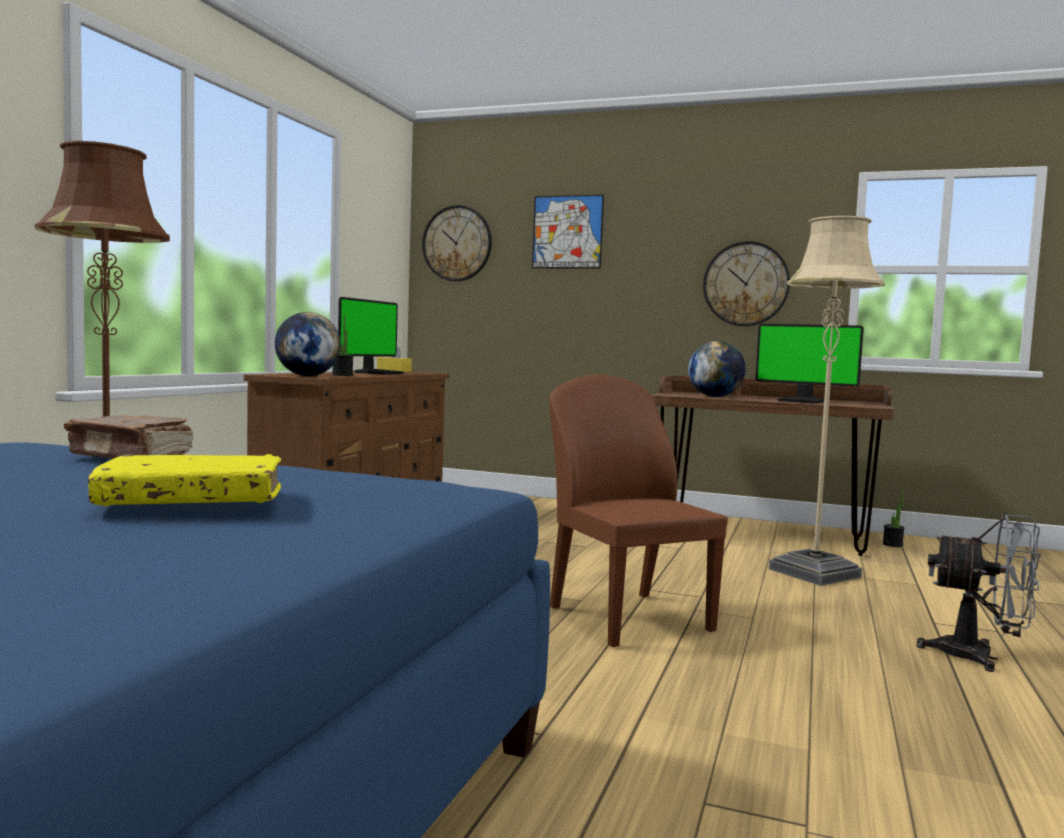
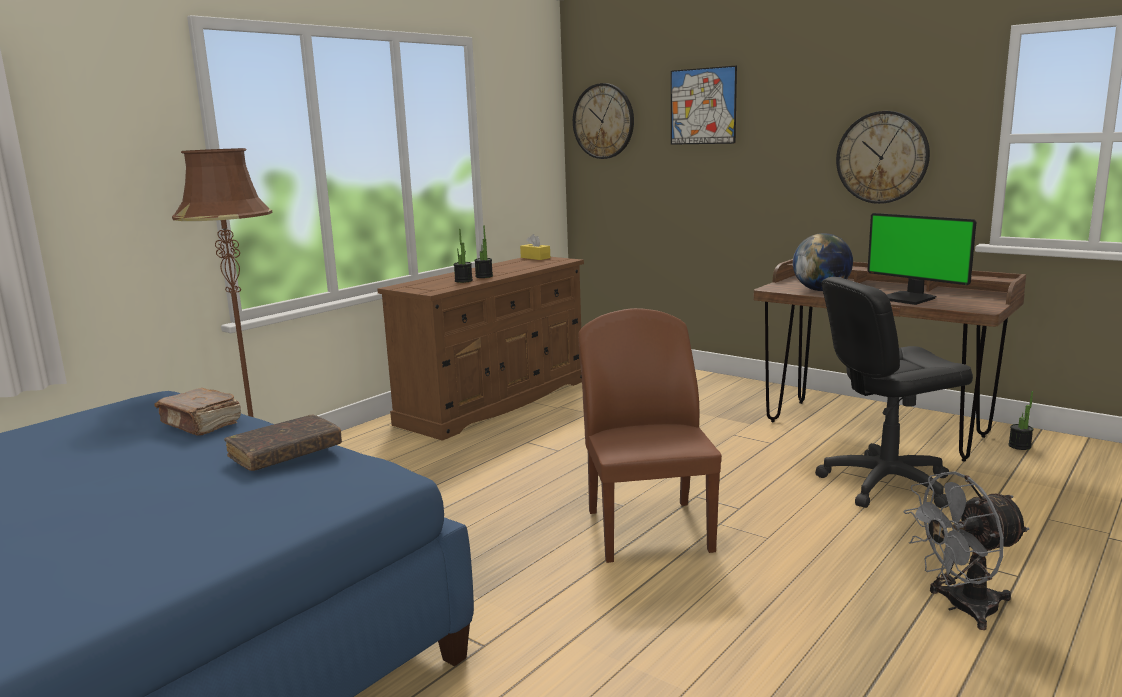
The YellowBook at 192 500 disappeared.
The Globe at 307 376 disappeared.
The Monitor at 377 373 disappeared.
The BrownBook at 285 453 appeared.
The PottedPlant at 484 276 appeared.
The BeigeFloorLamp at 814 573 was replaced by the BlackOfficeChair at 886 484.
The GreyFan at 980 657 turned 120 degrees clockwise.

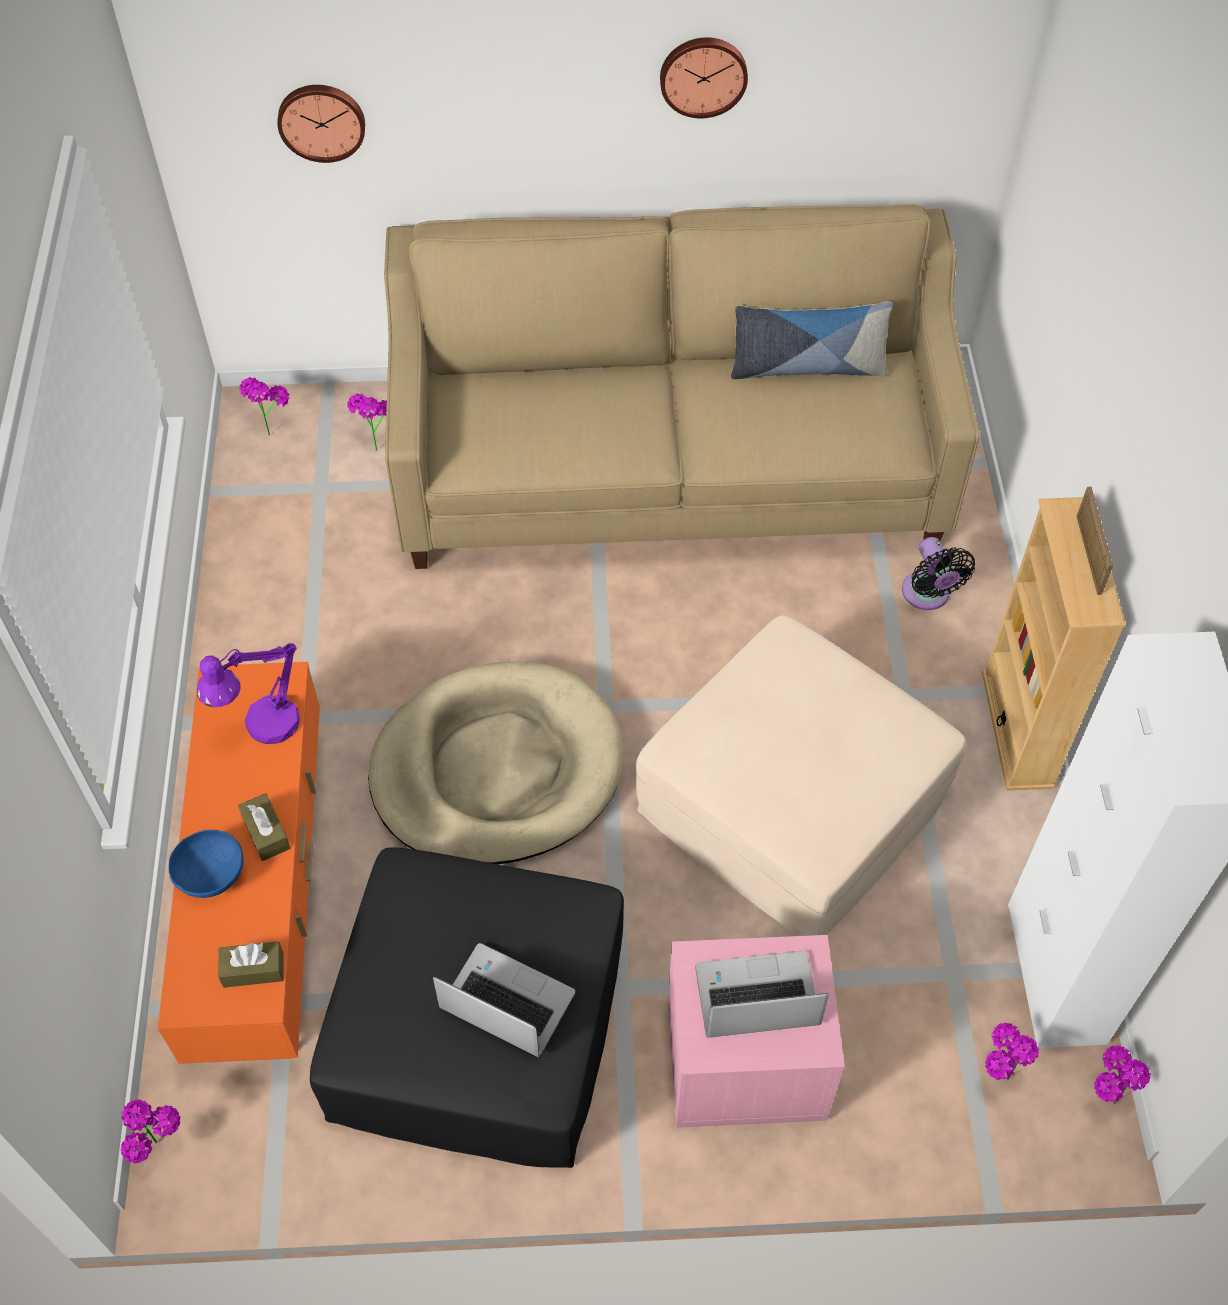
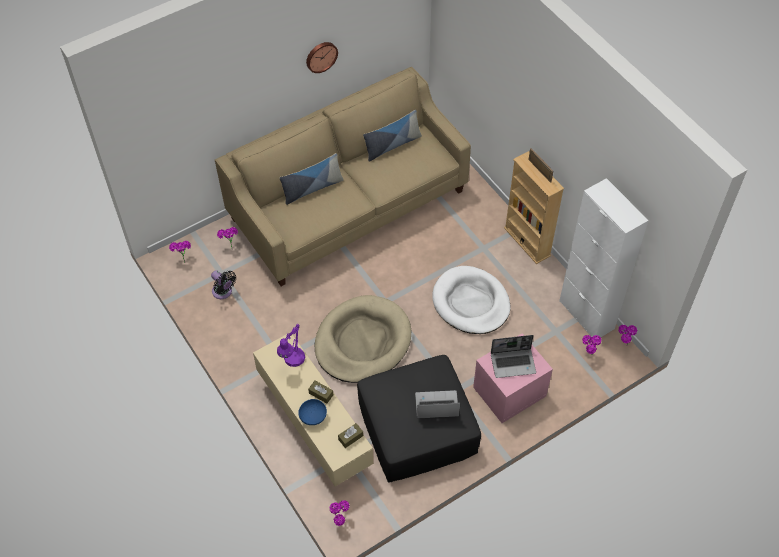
The WallClock at 321 120 disappeared.
The Pillow at 312 188 appeared.
The BlackFan moved from 927 595 to 223 292.
The BeigeOttoman at 794 803 was replaced by the WhiteDogBed at 471 302.
The OrangeTvStand at 267 902 became the BeigeTvStand at 315 426.
The Laptop at 755 998 turned 150 degrees counterclockwise.

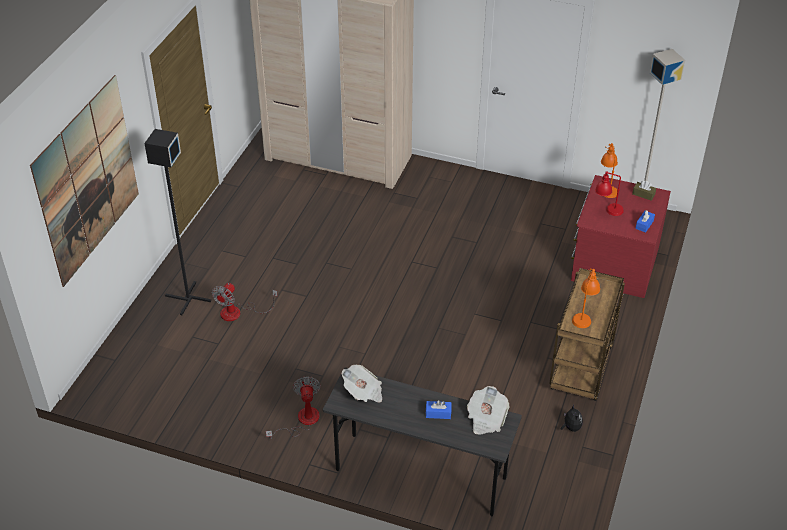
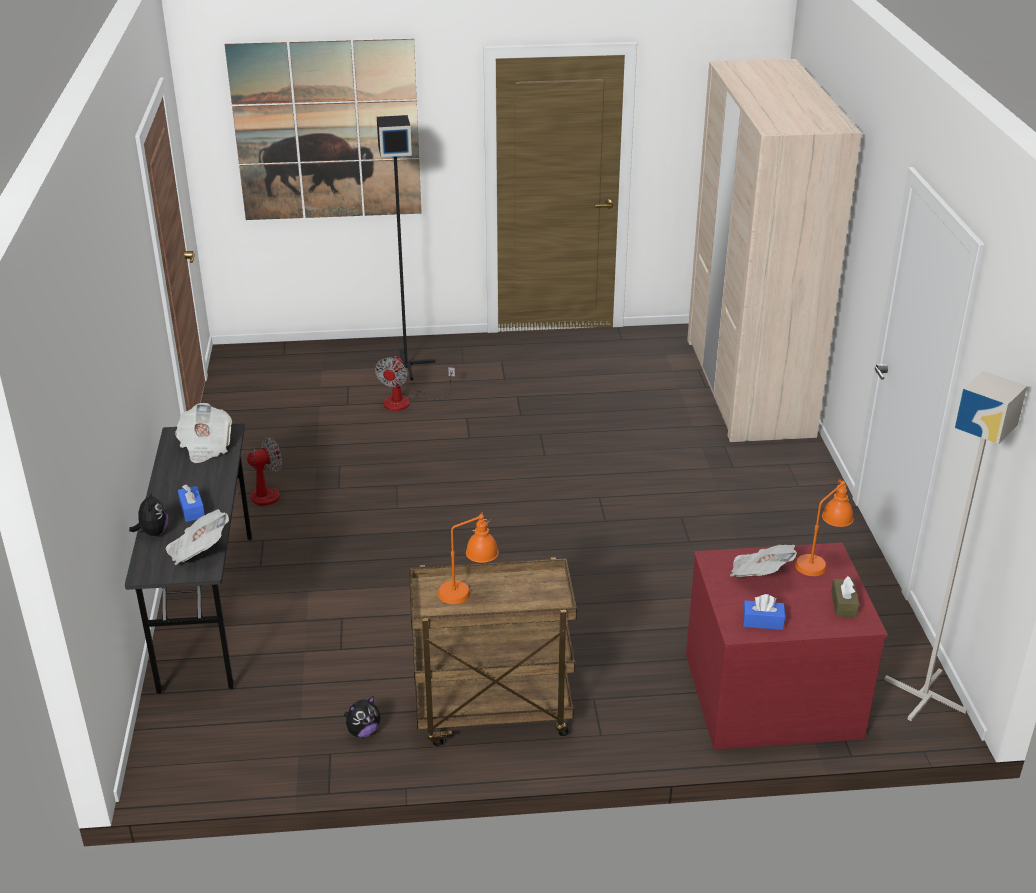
The PlushToy at 153 532 appeared.
The RedTableLamp at 607 211 was replaced by the Newspaper at 759 574.
The Fan at 238 312 turned 75 degrees counterclockwise.

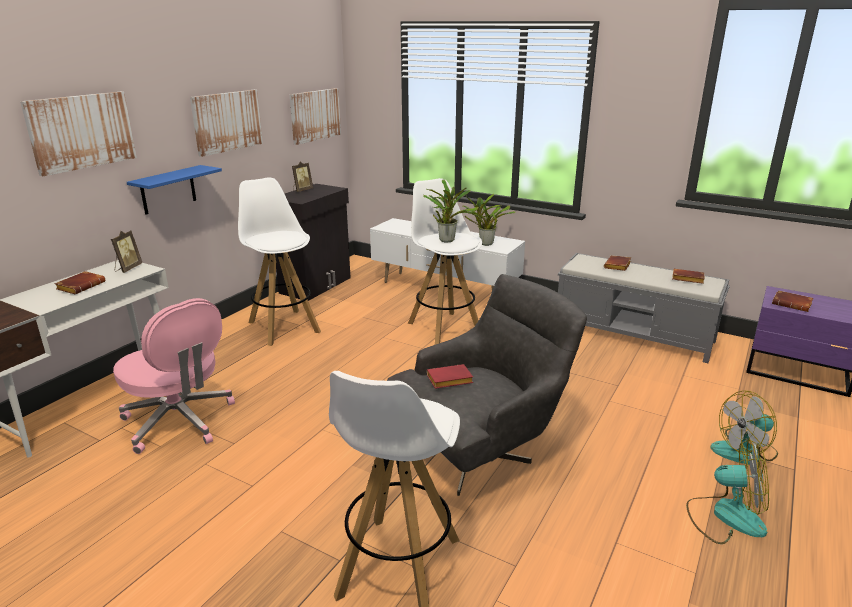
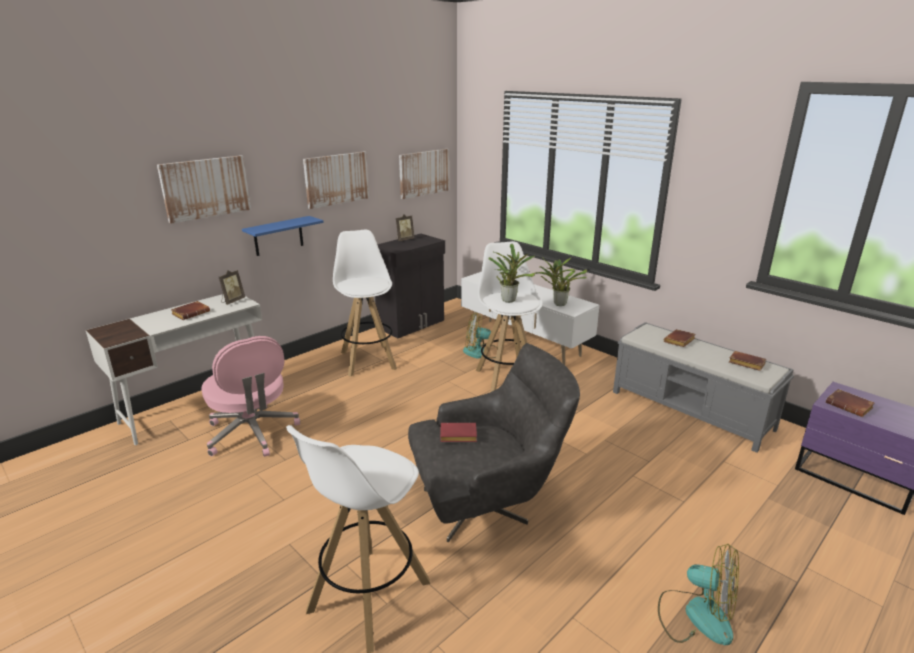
The Fan moved from 744 451 to 481 353.

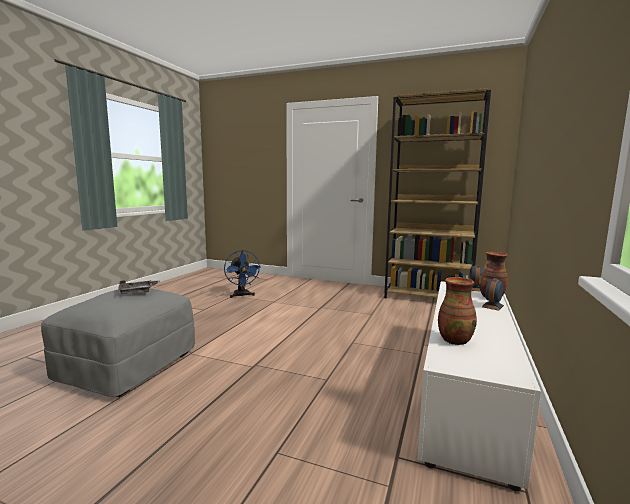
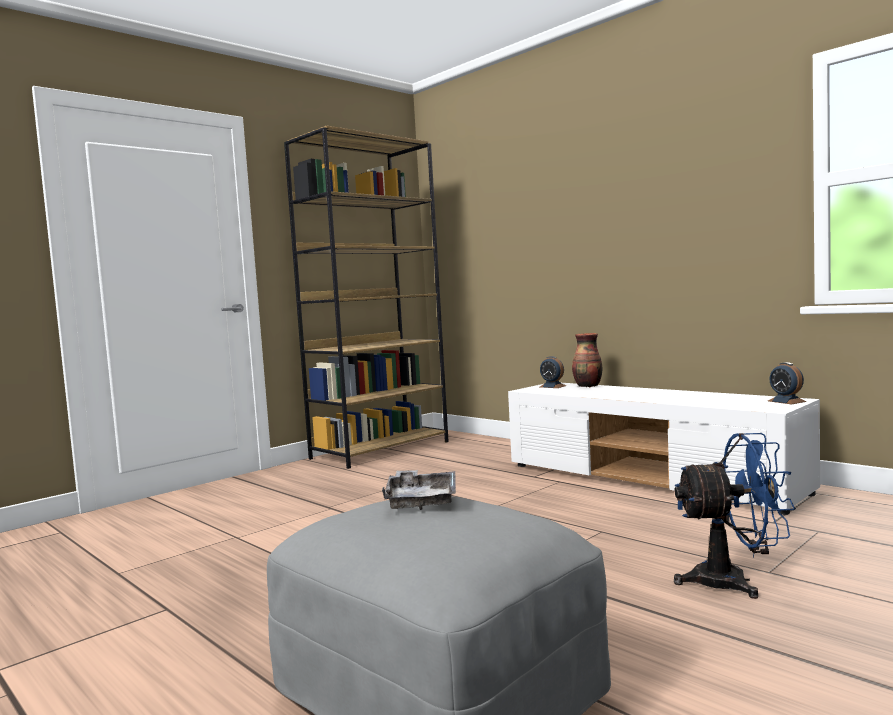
The Vase at 454 340 disappeared.
The BlueFan moved from 242 296 to 734 581.
The AlarmClock moved from 492 306 to 786 401.

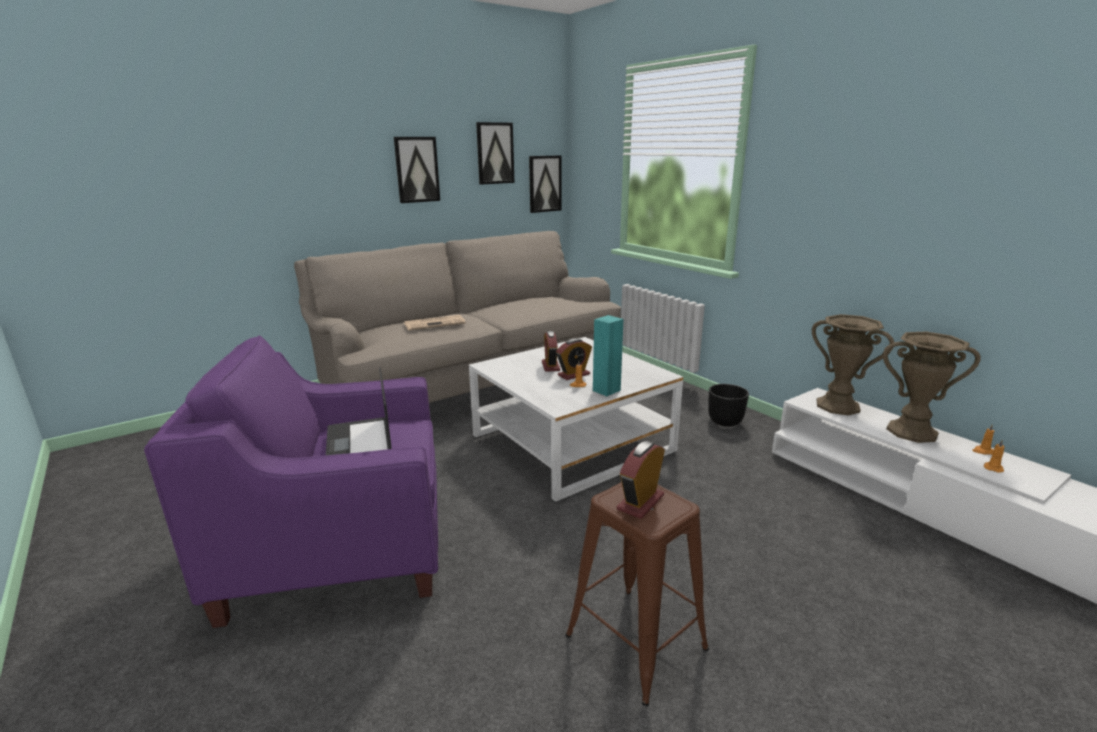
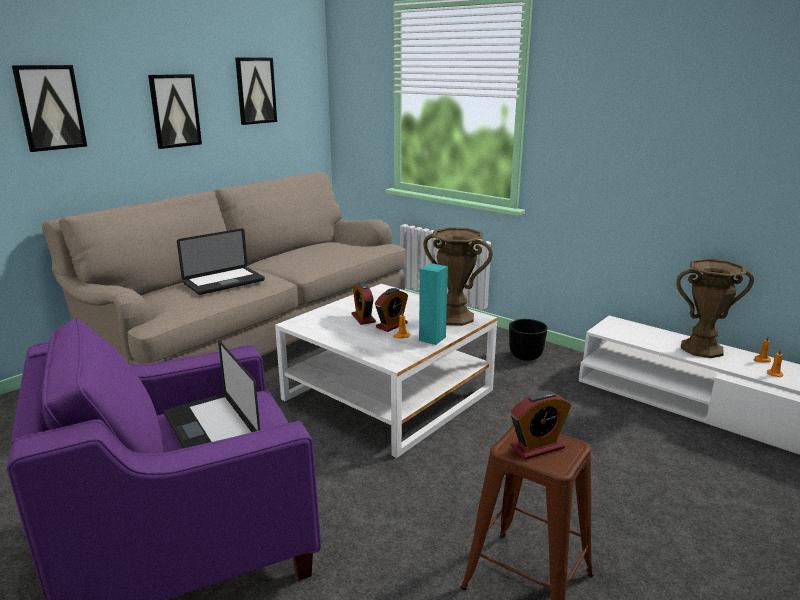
The Picture moved from 544 184 to 50 107.
The BrownVase moved from 837 406 to 454 317.
The Newspaper at 435 323 was replaced by the Laptop at 224 282.
The AlarmClock at 640 502 turned 135 degrees counterclockwise.

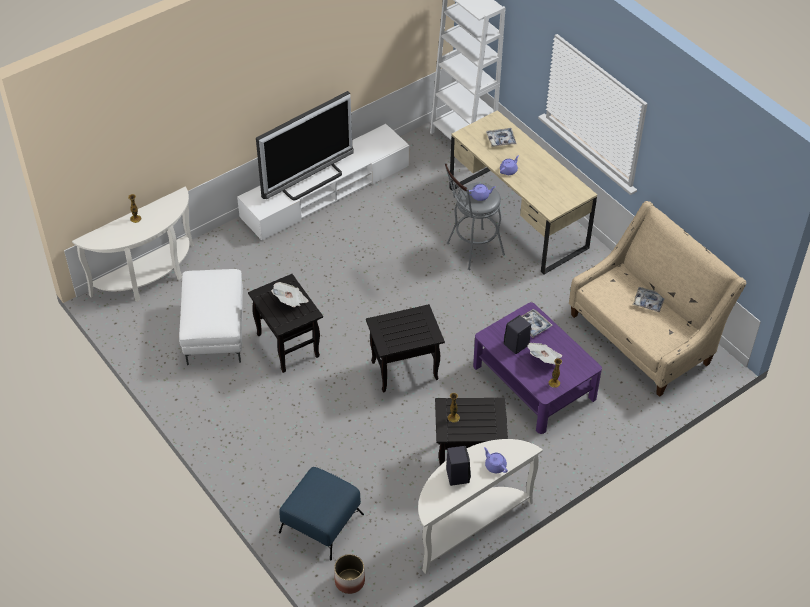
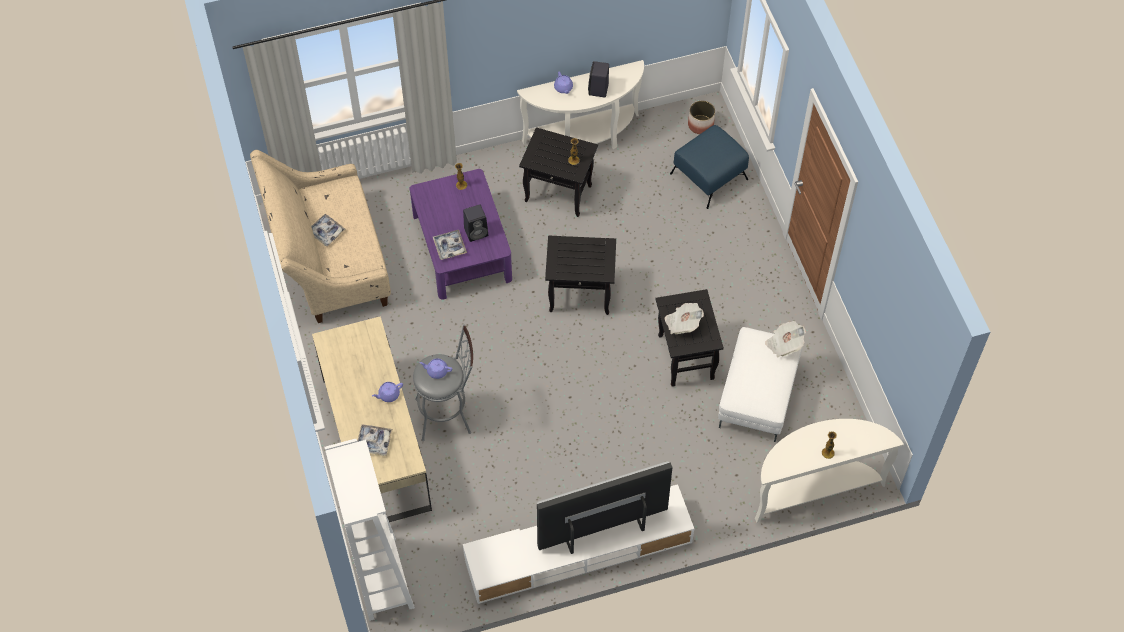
The Newspaper moved from 544 359 to 784 344.

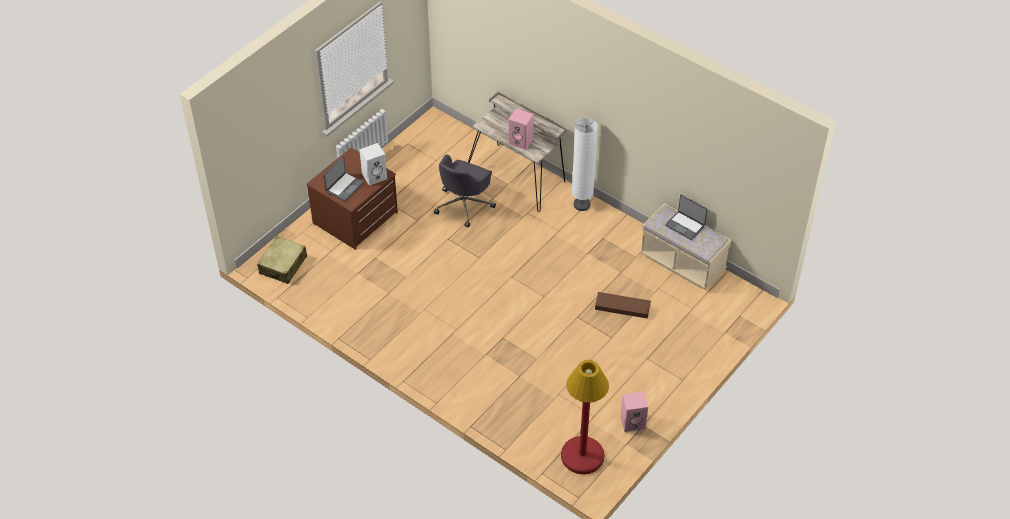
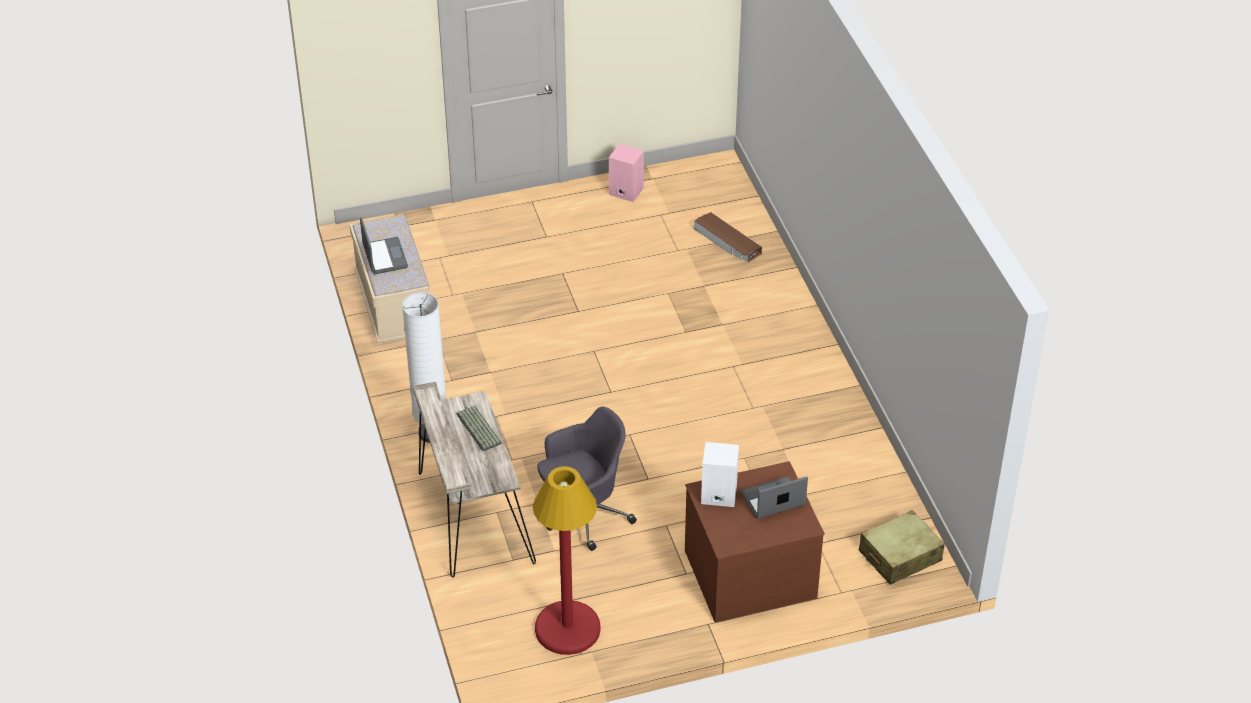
The RedFloorLamp moved from 582 455 to 567 628.
The BrownStorageBox moved from 622 307 to 727 241.
The PinkSpeaker at 521 141 was replaced by the Keyboard at 477 429.

